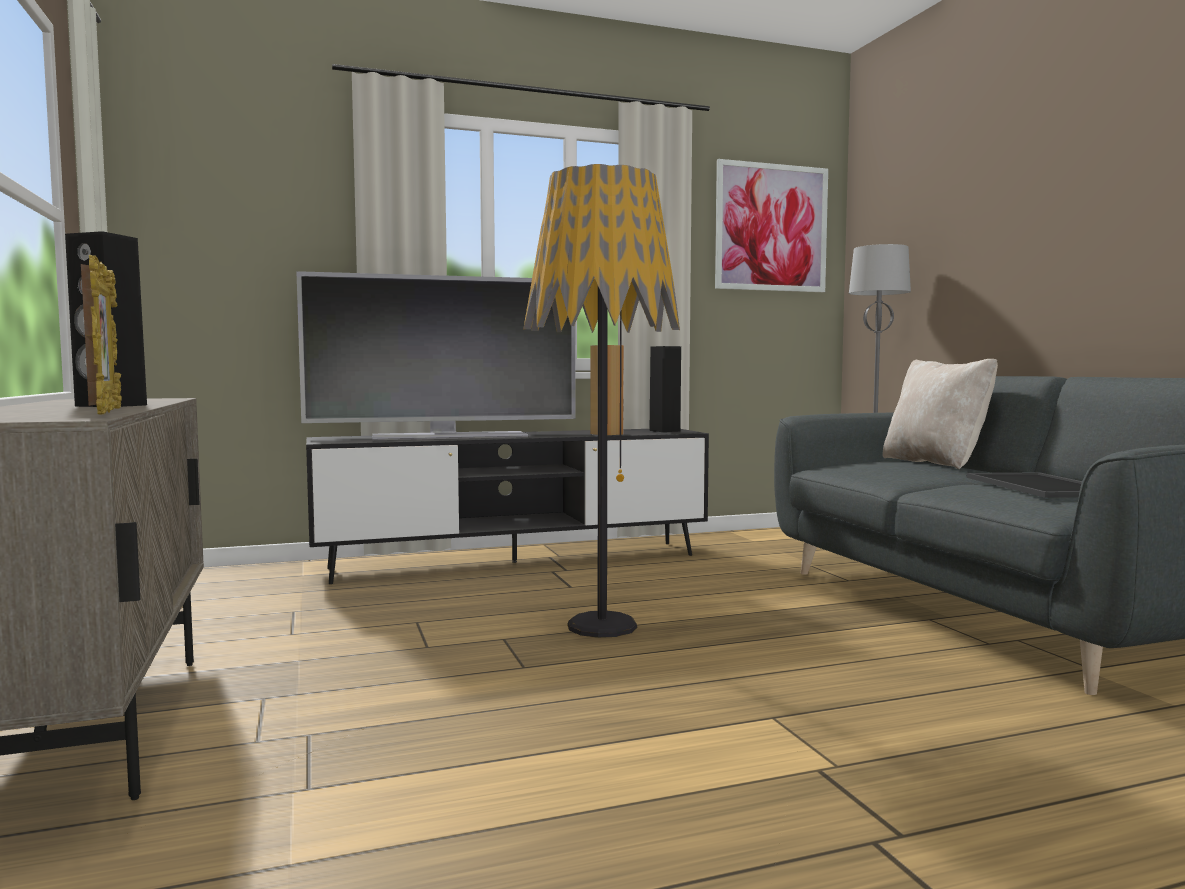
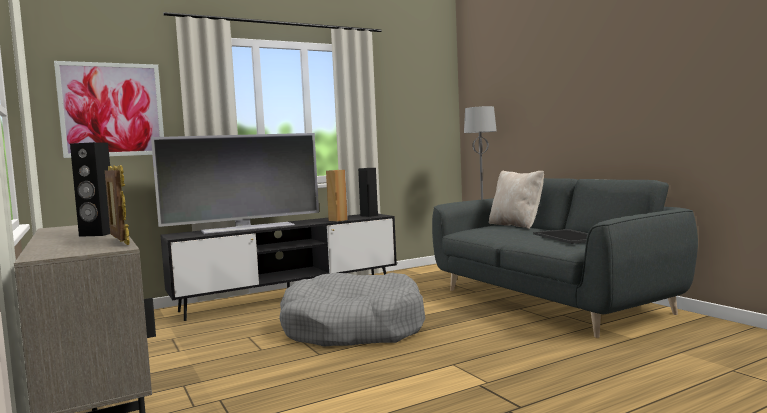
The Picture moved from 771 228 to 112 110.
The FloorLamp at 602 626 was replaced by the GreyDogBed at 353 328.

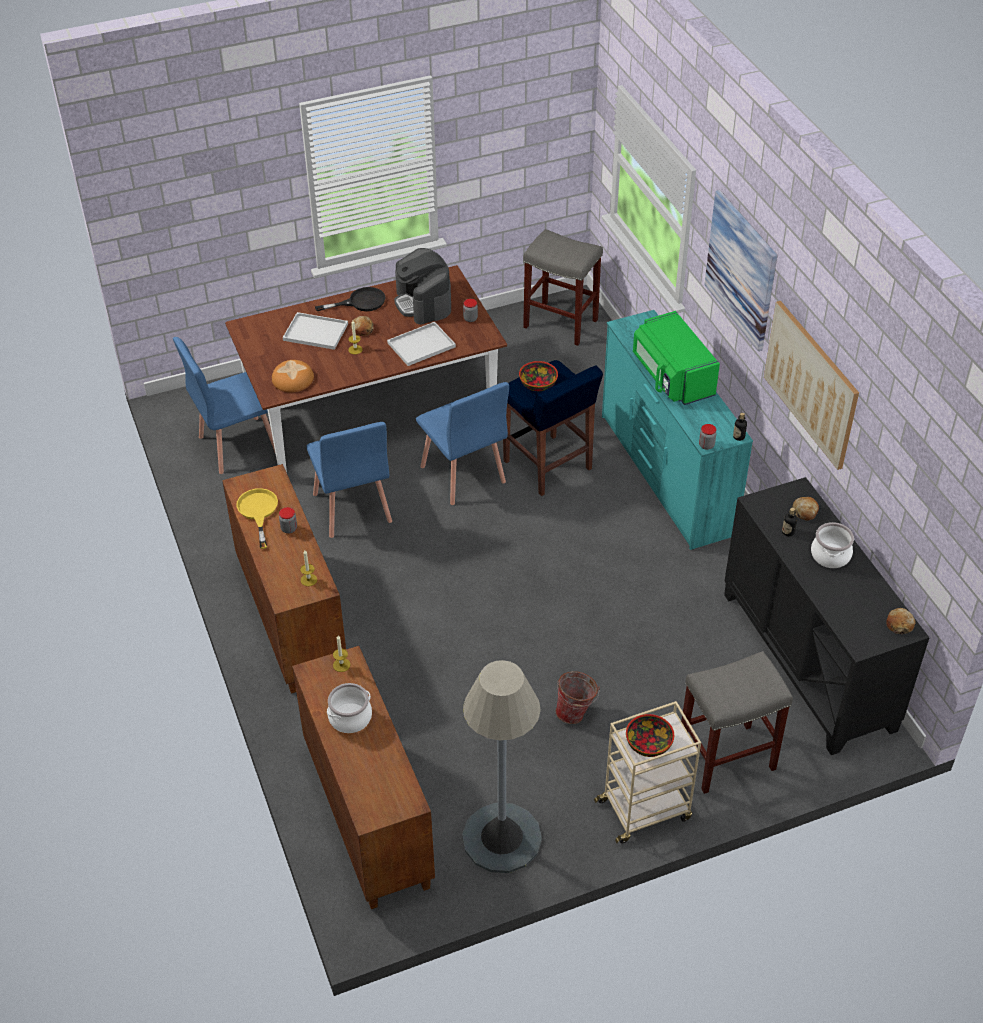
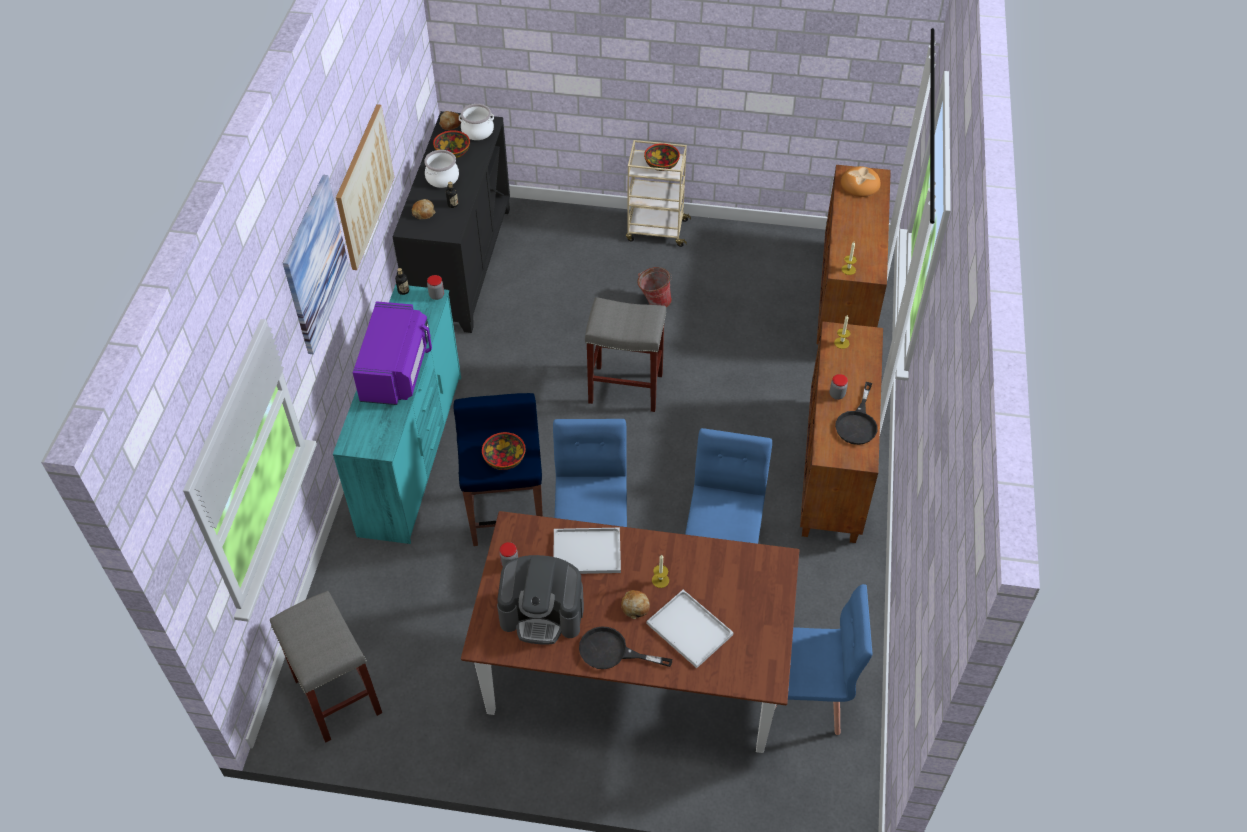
The GreyFloorLamp at 502 838 disappeared.
The Bowl at 452 152 appeared.
The Bread moved from 293 379 to 860 184.
The CookingPot moved from 350 718 to 477 131.
The GreyStool moved from 727 757 to 624 388.
The YellowFryingPan at 258 512 became the BlackFryingPan at 857 423.
The GreenMicrowave at 671 377 became the PurpleMicrowave at 397 370.
The CoffeeMachine at 423 303 turned 90 degrees clockwise.

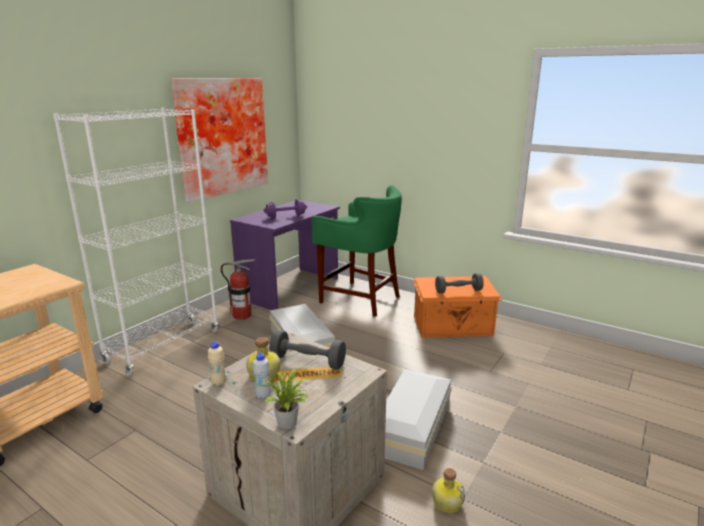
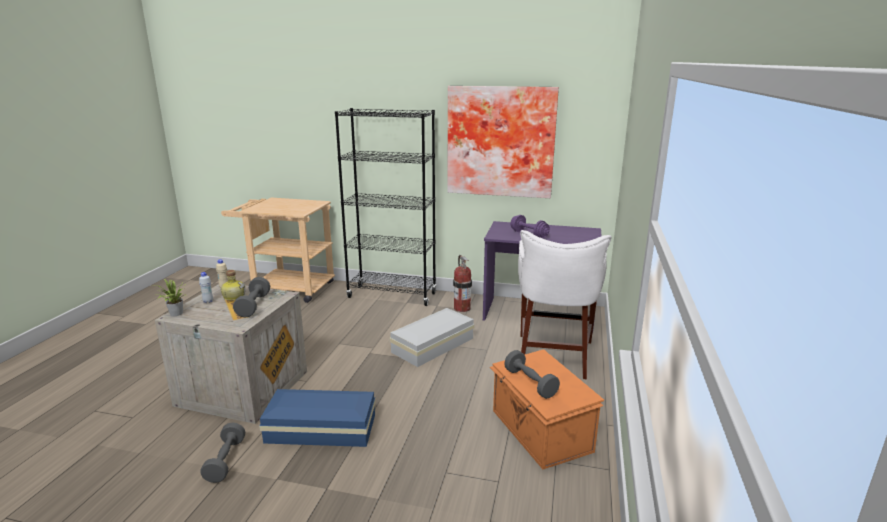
The Bottle at 446 501 was replaced by the GreyDumbbell at 225 461.
The WhiteBookcase at 164 346 became the BlackBookcase at 392 295.
The GreenStool at 360 298 became the WhiteStool at 554 355.
The WhiteStorageBox at 414 426 became the BlueStorageBox at 322 429.

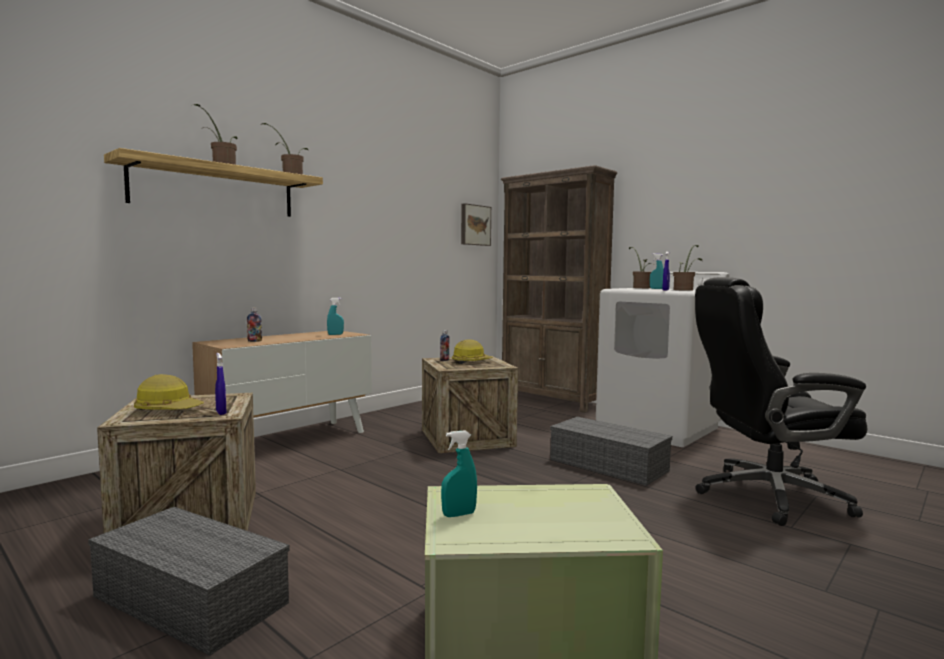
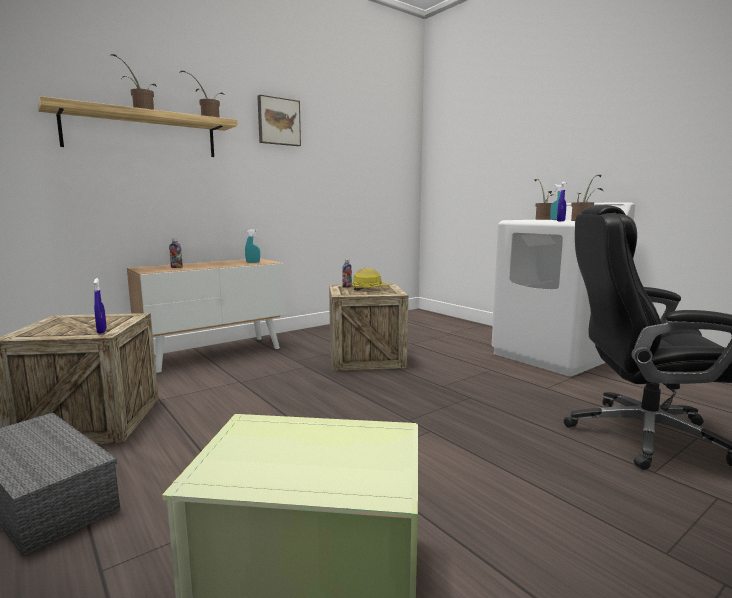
The HardHat at 168 410 disappeared.
The TurquoiseSprayBottle at 459 514 disappeared.
The BrownBookcase at 552 400 disappeared.
The GreyStorageBox at 610 465 disappeared.
The Picture moved from 474 225 to 278 121.

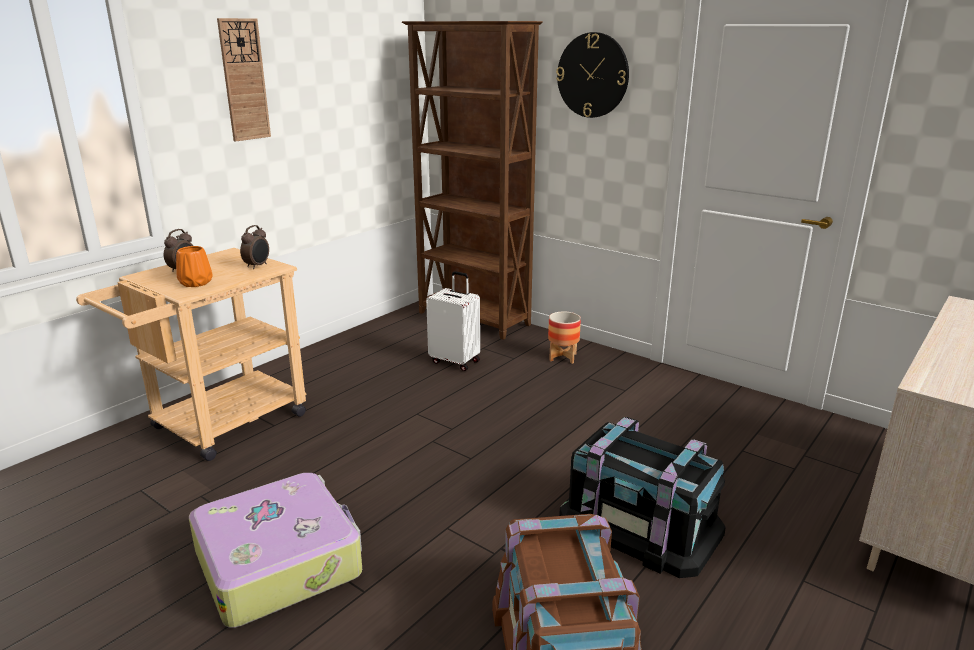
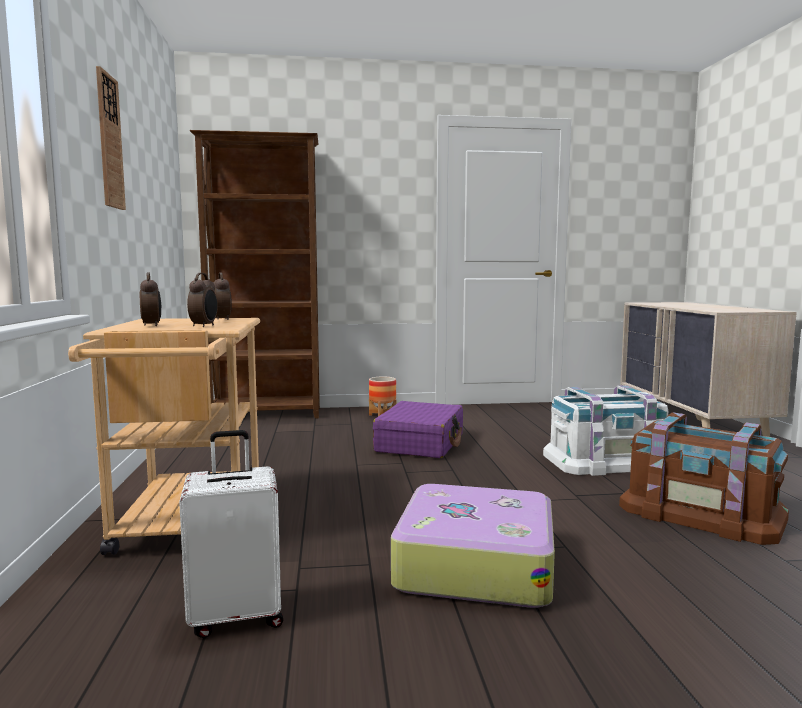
The WallClock at 592 75 disappeared.
The PurpleSuitcase at 420 443 appeared.
The WhiteSuitcase moved from 455 361 to 237 616.
The OrangeVase at 196 282 was replaced by the AlarmClock at 204 326.
The BlackStorageBox at 639 525 became the WhiteStorageBox at 605 461.

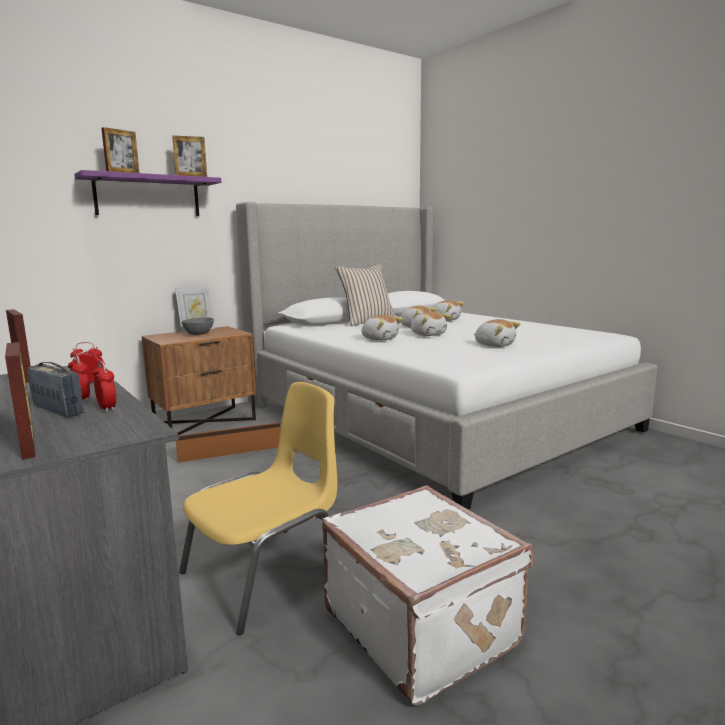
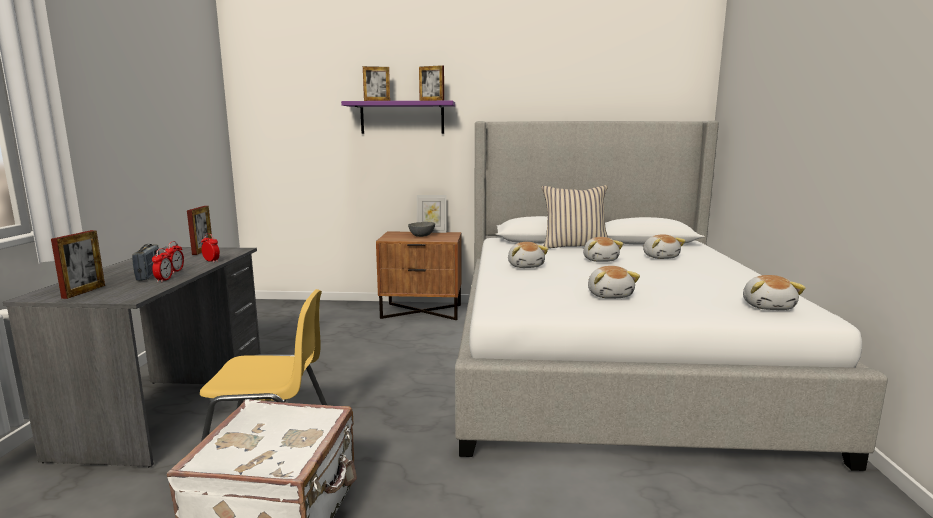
The BrownStorageBox at 229 450 disappeared.
The PlushToy moved from 428 334 to 768 306.

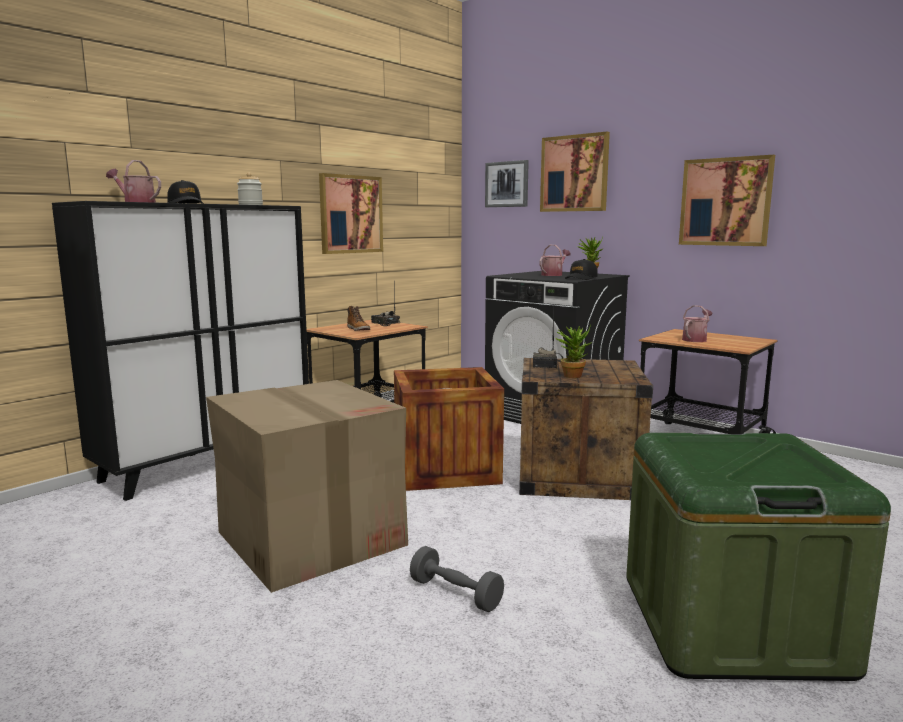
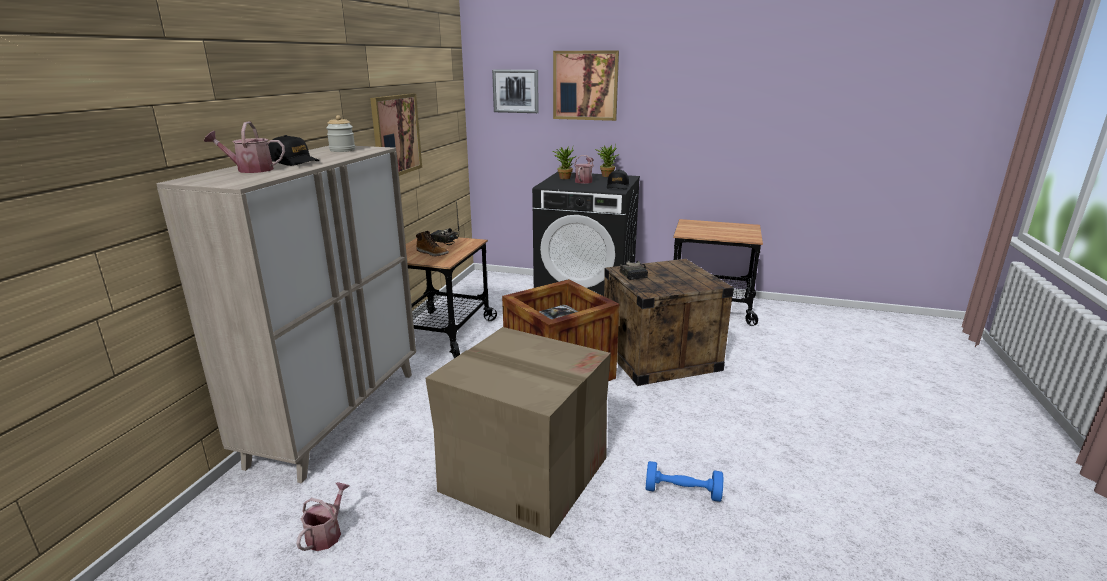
The GreenStorageBox at 731 623 disappeared.
The Picture at 725 202 disappeared.
The PottedPlant moved from 572 375 to 564 177.
The WateringCan moved from 695 339 to 327 533.
The BlackCabinet at 208 462 became the BeigeCabinet at 337 415.
The GreyDumbbell at 455 594 became the BlueDumbbell at 682 492.

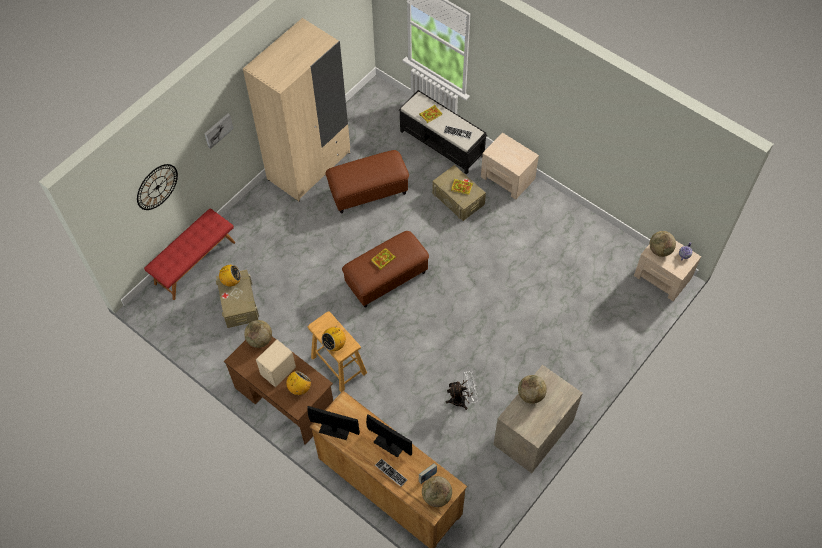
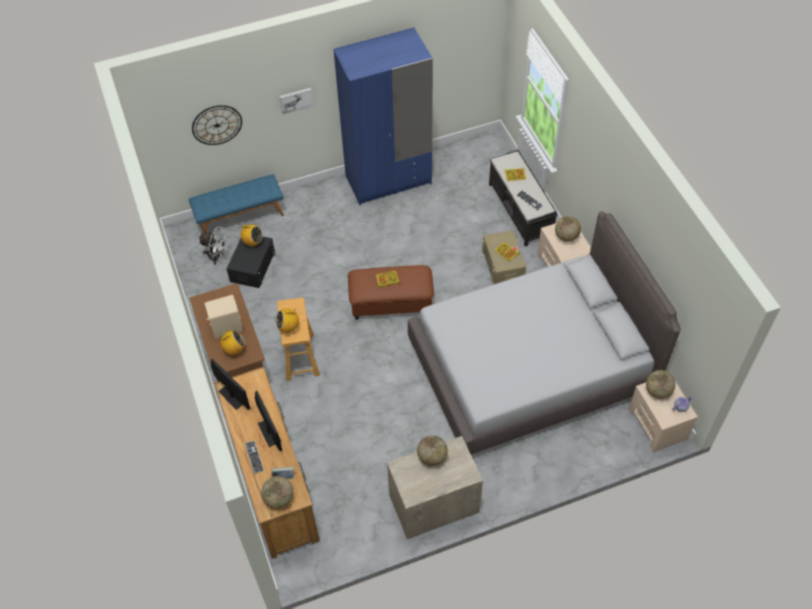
The BrownOttoman at 368 191 disappeared.
The GreyBed at 531 367 appeared.
The Globe moved from 260 340 to 566 236.
The WhiteFan moved from 462 399 to 217 256.
The RedBench at 194 262 became the BlueBench at 240 217.
The BeigeStorageBox at 238 303 became the BlackStorageBox at 252 266.
The BeigeWardrobe at 309 166 became the BlueWardrobe at 388 180.

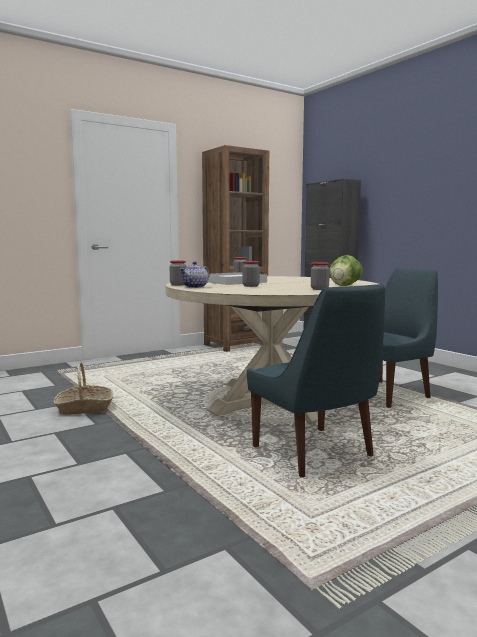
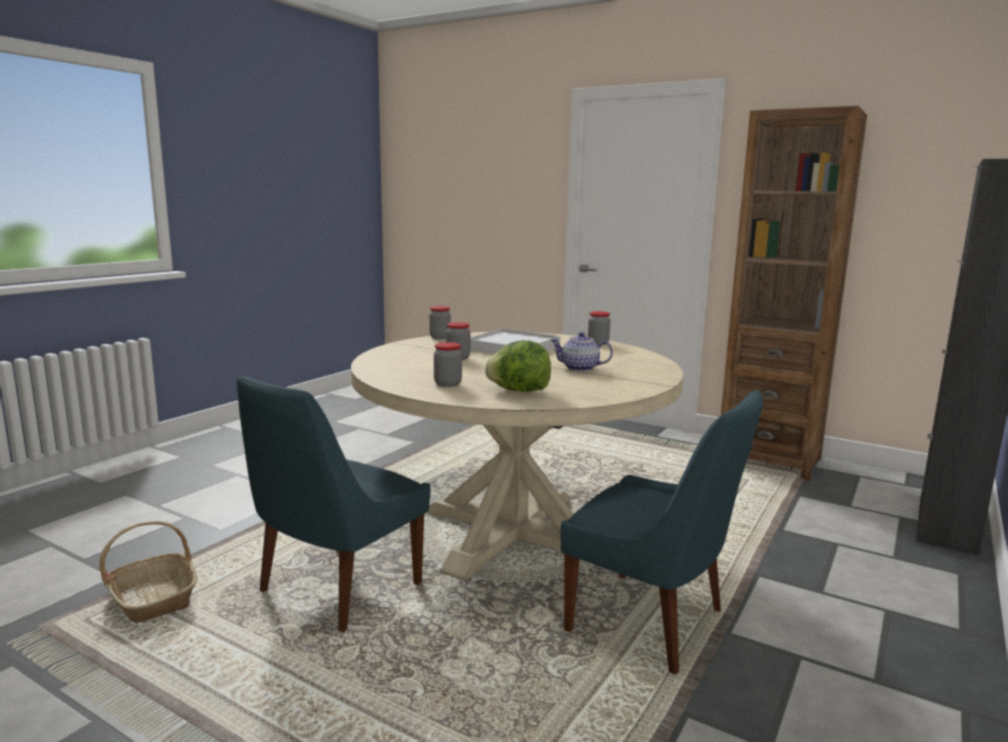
The Basket moved from 84 408 to 153 599.
The Teapot moved from 195 287 to 580 368.

